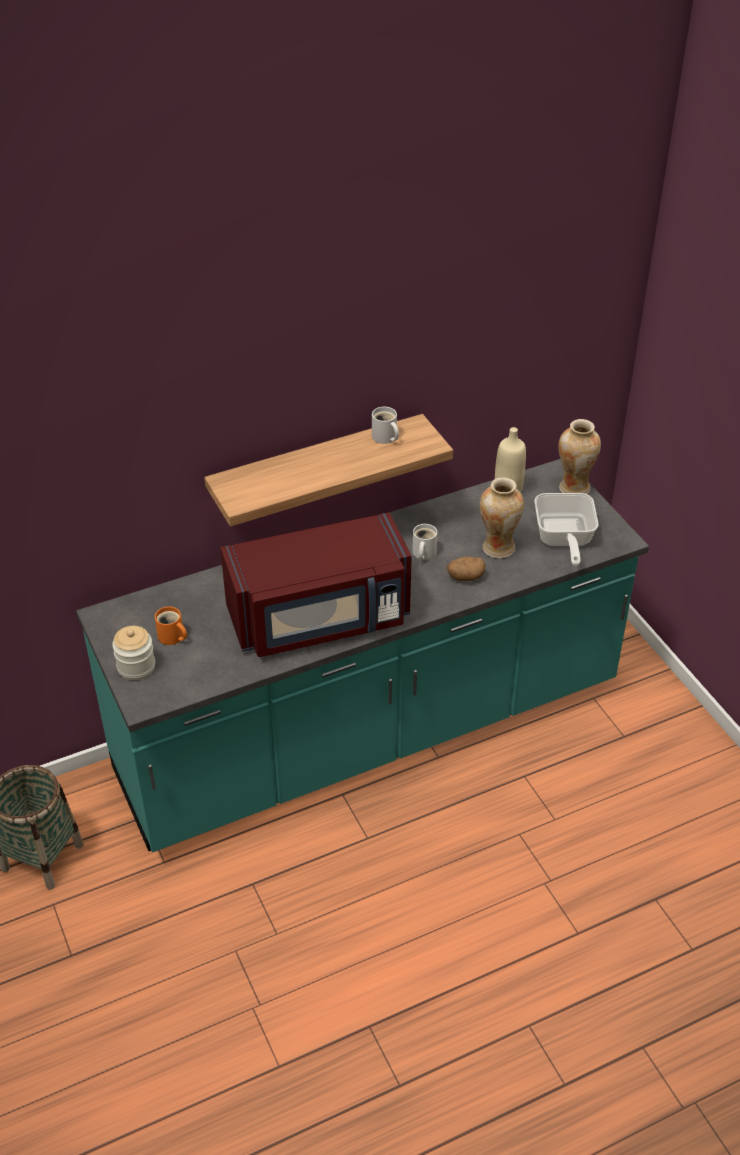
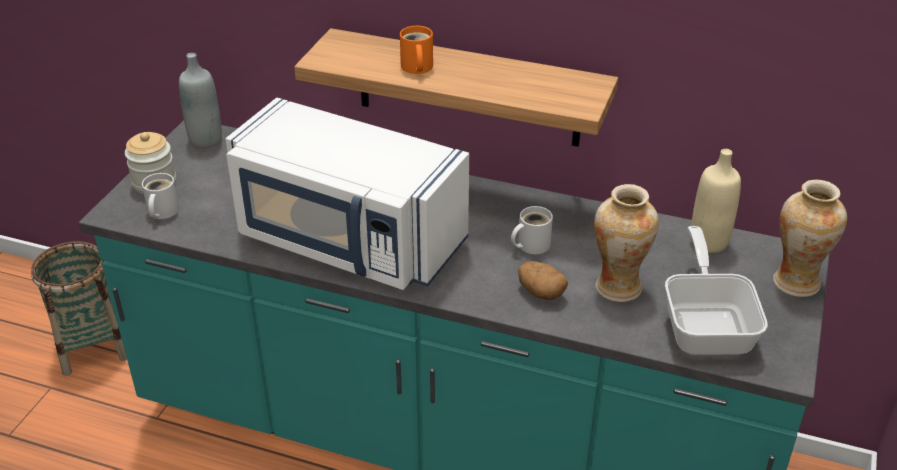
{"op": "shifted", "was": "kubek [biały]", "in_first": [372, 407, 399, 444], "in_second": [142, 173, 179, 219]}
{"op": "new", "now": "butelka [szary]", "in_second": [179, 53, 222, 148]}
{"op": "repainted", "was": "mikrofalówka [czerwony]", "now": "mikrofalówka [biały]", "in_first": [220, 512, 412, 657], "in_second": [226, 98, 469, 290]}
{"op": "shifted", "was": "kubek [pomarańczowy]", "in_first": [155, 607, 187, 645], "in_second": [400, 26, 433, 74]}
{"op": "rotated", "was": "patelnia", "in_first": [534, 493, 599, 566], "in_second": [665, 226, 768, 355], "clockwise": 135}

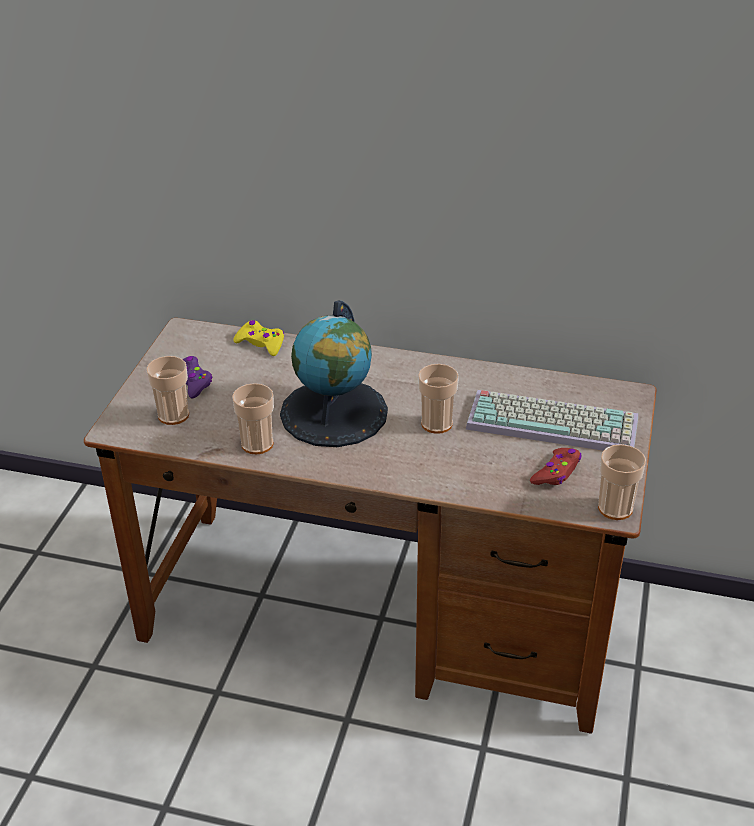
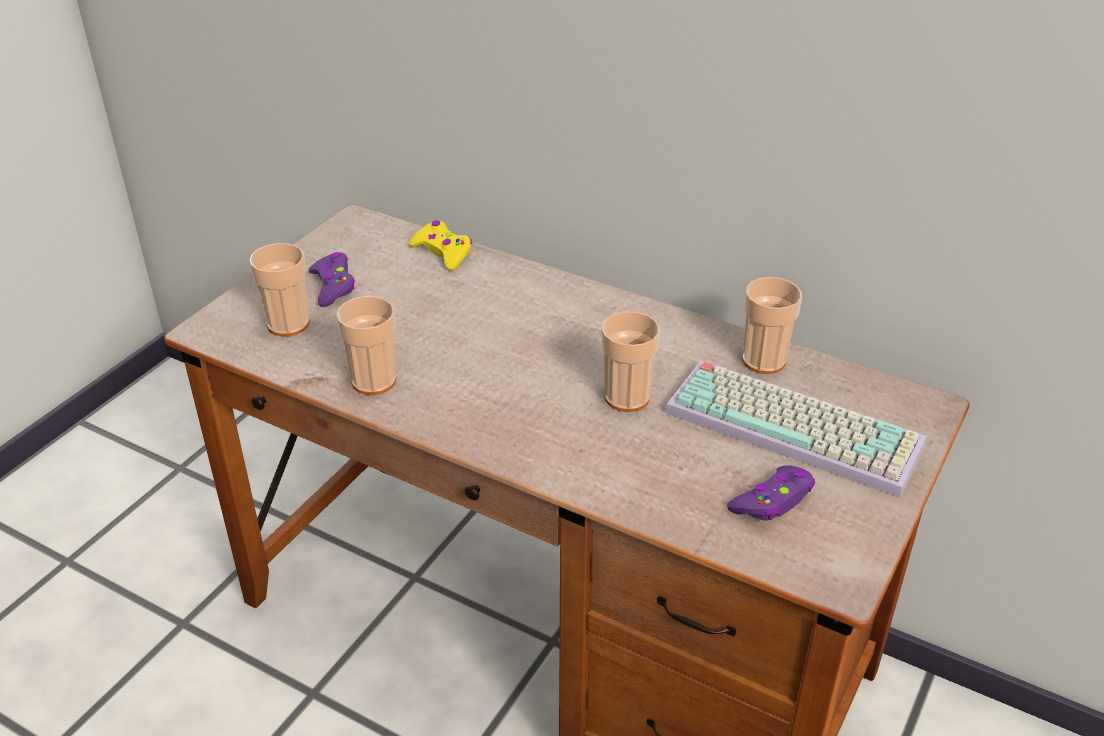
{"op": "repainted", "was": "pad do gier [czerwony]", "now": "pad do gier [fioletowy]", "in_first": [530, 448, 581, 485], "in_second": [727, 466, 815, 521]}
{"op": "shifted", "was": "filiżanka", "in_first": [598, 444, 646, 520], "in_second": [742, 277, 802, 374]}
{"op": "gone", "was": "globus", "in_first": [280, 300, 388, 447]}

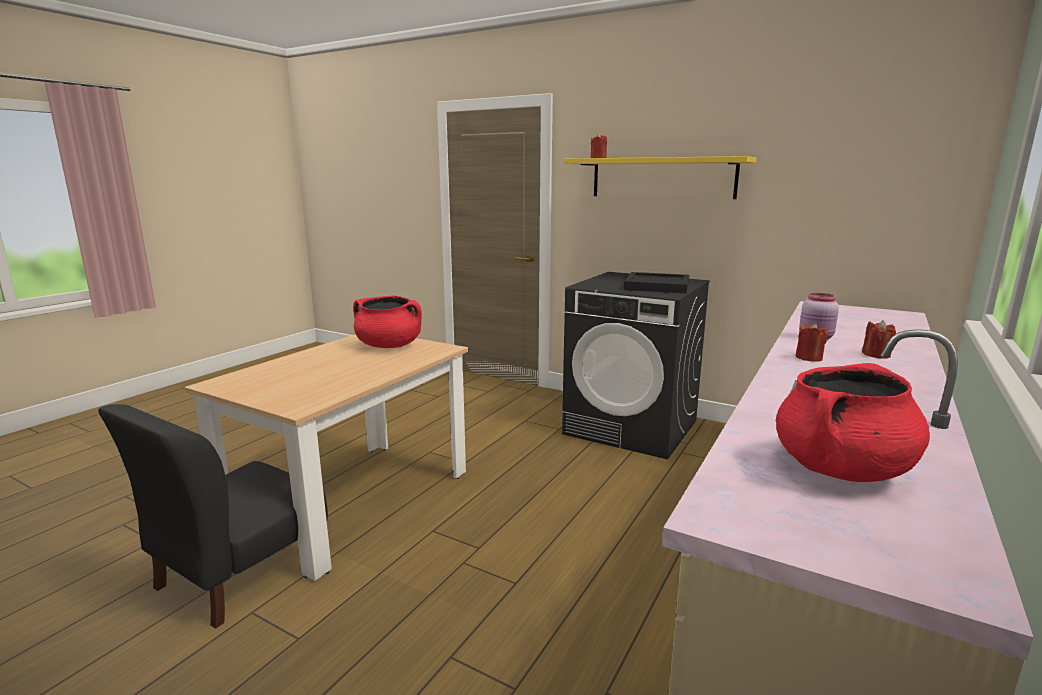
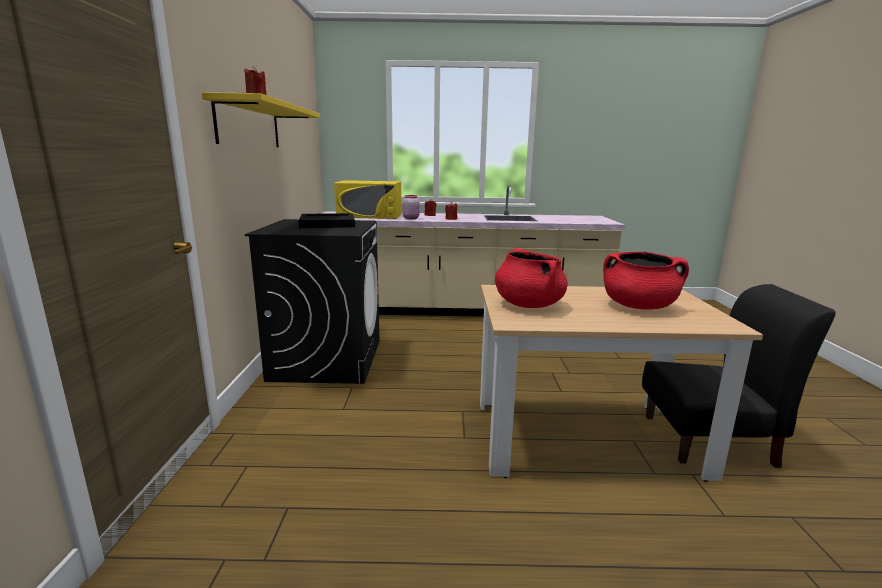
{"op": "new", "now": "mikrofalówka [żółty]", "in_second": [334, 180, 402, 219]}
{"op": "shifted", "was": "garnek [czerwony]", "in_first": [776, 363, 930, 482], "in_second": [603, 251, 689, 310]}

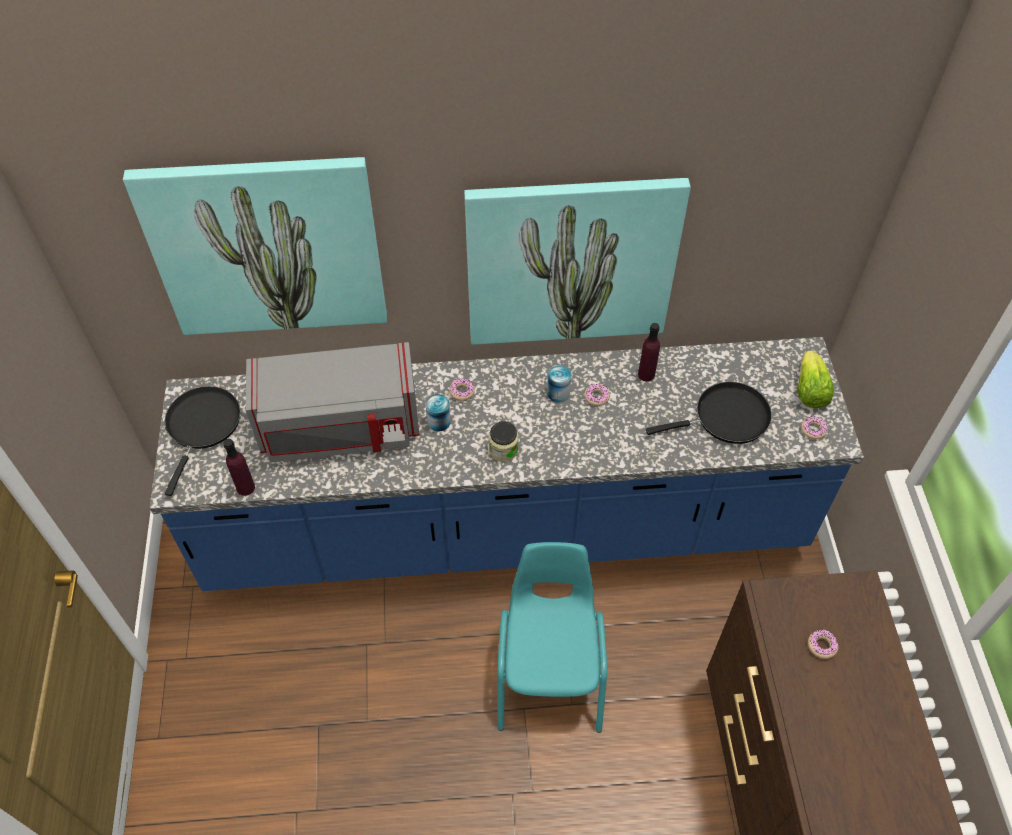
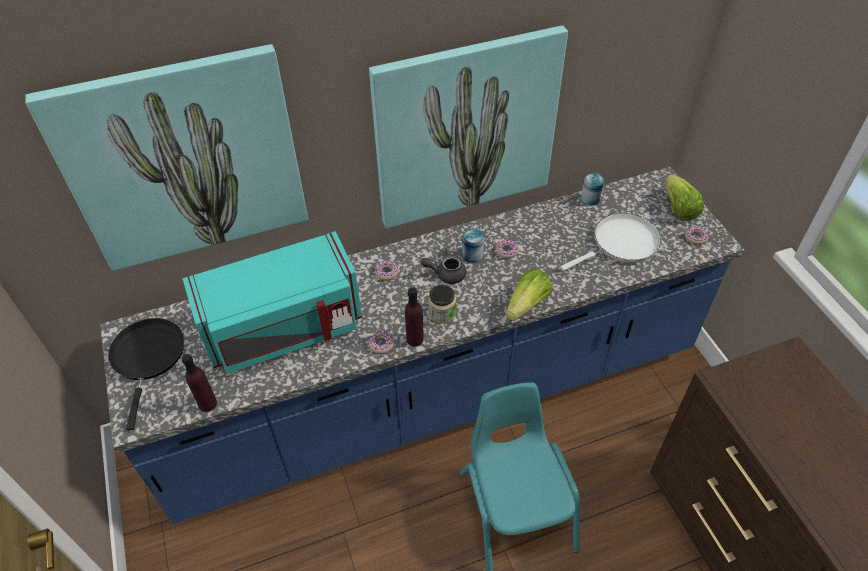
{"op": "repainted", "was": "mikrofalówka [szary]", "now": "mikrofalówka [turkusowy]", "in_first": [246, 342, 420, 462], "in_second": [183, 231, 362, 374]}
{"op": "shifted", "was": "donut", "in_first": [808, 630, 839, 659], "in_second": [369, 331, 394, 354]}
{"op": "shifted", "was": "butelka [fioletowy]", "in_first": [638, 323, 660, 382], "in_second": [405, 287, 424, 346]}
{"op": "new", "now": "imbryk [szary]", "in_second": [421, 248, 466, 284]}
{"op": "new", "now": "sałata", "in_second": [506, 269, 553, 321]}
{"op": "repainted", "was": "patelnia [czarny]", "now": "patelnia [biały]", "in_first": [646, 382, 772, 444], "in_second": [560, 213, 661, 271]}
{"op": "shifted", "was": "puszka", "in_first": [425, 394, 451, 431], "in_second": [581, 173, 604, 206]}

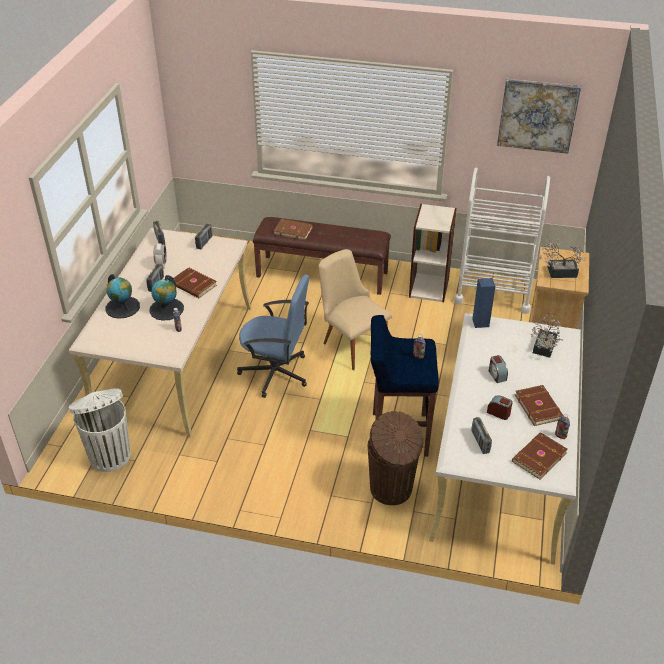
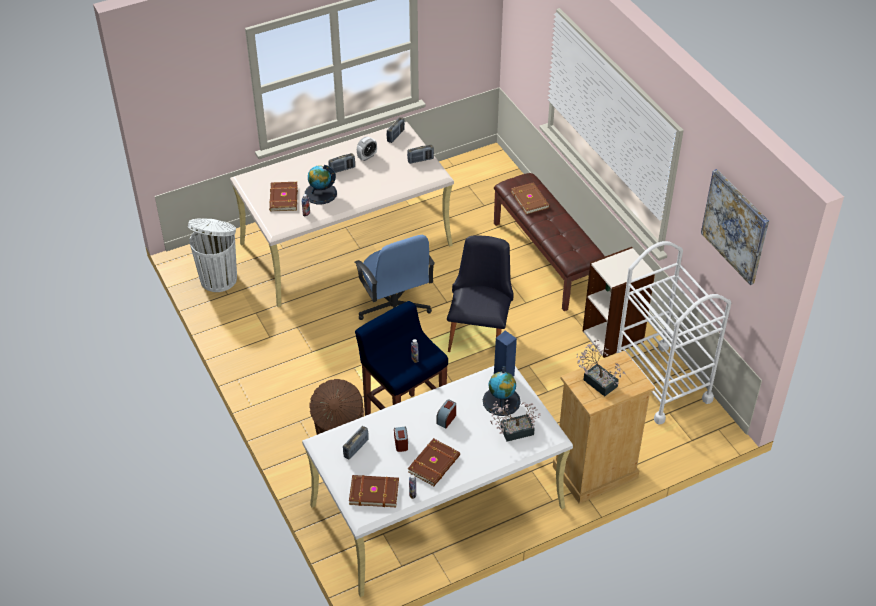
{"op": "shifted", "was": "książka [brązowy]", "in_first": [174, 267, 217, 298], "in_second": [269, 182, 298, 211]}
{"op": "repainted", "was": "krzesło [beżowy]", "now": "krzesło [czarny]", "in_first": [318, 249, 392, 370], "in_second": [447, 235, 514, 352]}
{"op": "shifted", "was": "globus", "in_first": [105, 274, 140, 319], "in_second": [483, 366, 521, 416]}

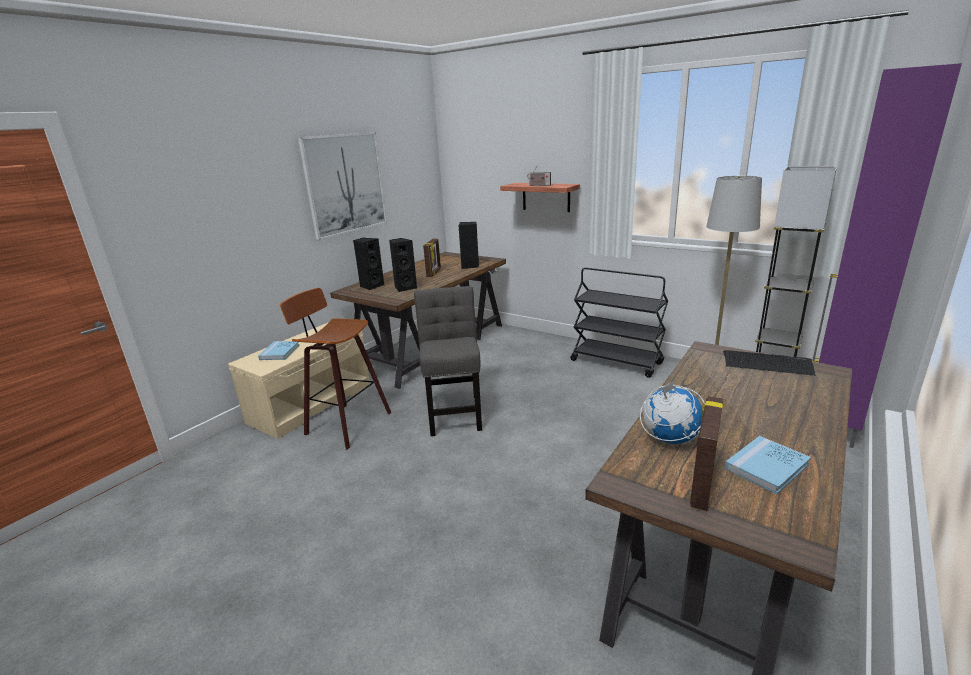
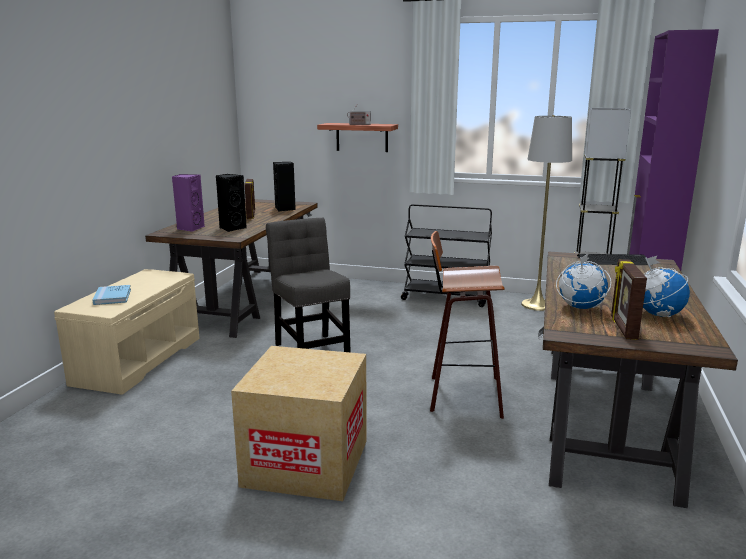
{"op": "repainted", "was": "głośnik [czarny]", "now": "głośnik [fioletowy]", "in_first": [353, 238, 384, 290], "in_second": [172, 174, 205, 232]}
{"op": "new", "now": "karton", "in_second": [231, 346, 367, 501]}
{"op": "shifted", "was": "stołek", "in_first": [280, 288, 391, 450], "in_second": [430, 231, 505, 419]}
{"op": "swapped", "was": "książka [niebieski]", "now": "globus", "in_first": [725, 436, 811, 494], "in_second": [643, 256, 690, 317]}
{"op": "gone", "was": "obraz", "in_first": [298, 132, 387, 240]}

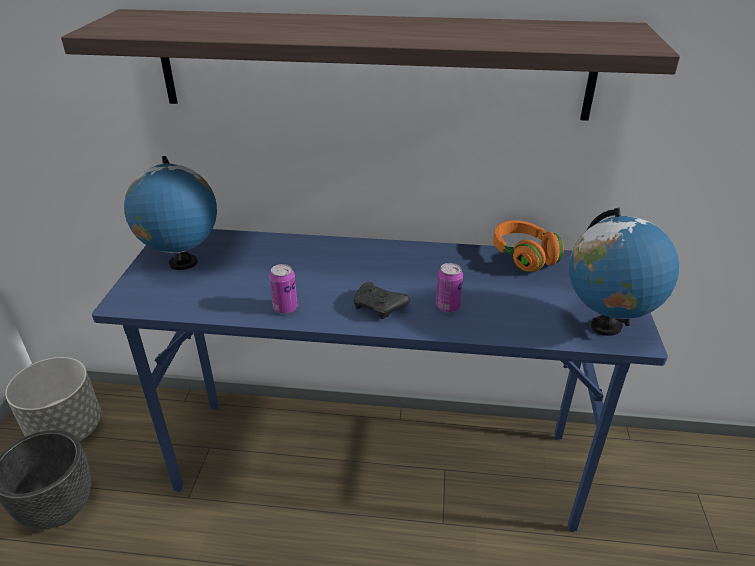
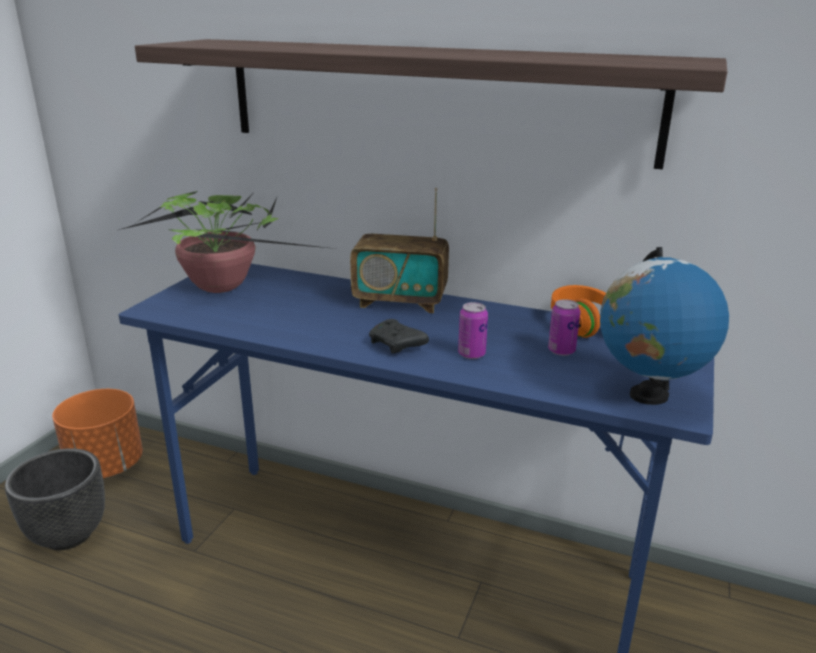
{"op": "repainted", "was": "donica [szary]", "now": "donica [pomarańczowy]", "in_first": [5, 357, 101, 442], "in_second": [52, 389, 143, 478]}
{"op": "swapped", "was": "globus", "now": "roślina doniczkowa", "in_first": [124, 156, 217, 270], "in_second": [119, 191, 335, 293]}
{"op": "new", "now": "radio", "in_second": [350, 188, 449, 313]}
{"op": "shifted", "was": "puszka", "in_first": [269, 264, 298, 314], "in_second": [548, 299, 580, 356]}

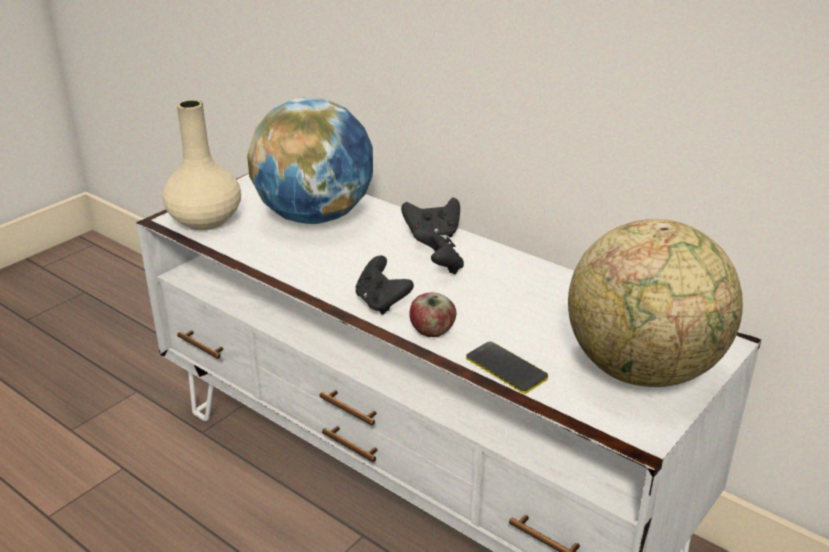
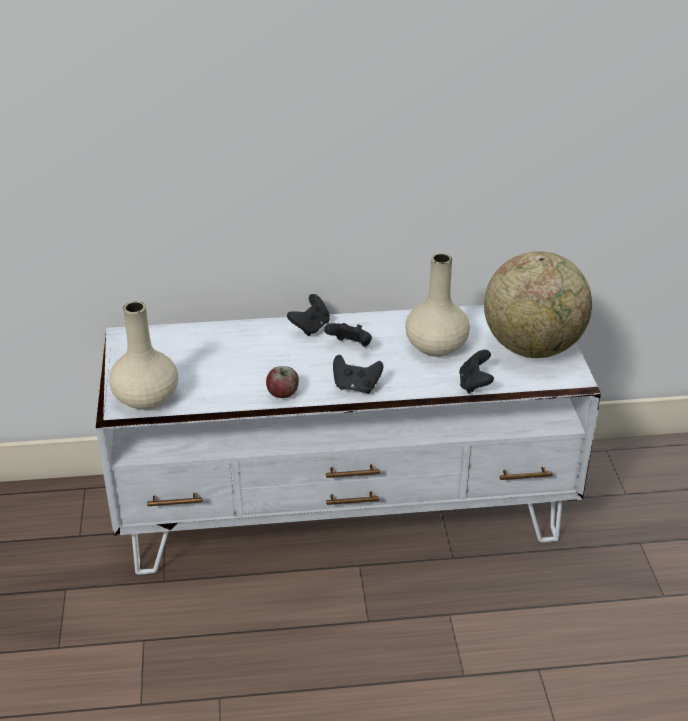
{"op": "shifted", "was": "jabłko", "in_first": [409, 292, 456, 337], "in_second": [266, 366, 299, 398]}
{"op": "new", "now": "wazon [beżowy]", "in_second": [405, 253, 470, 357]}
{"op": "swapped", "was": "telefon", "now": "pad do gier [czarny]", "in_first": [466, 341, 548, 394], "in_second": [459, 350, 494, 393]}
{"op": "gone", "was": "globus", "in_first": [247, 97, 373, 224]}

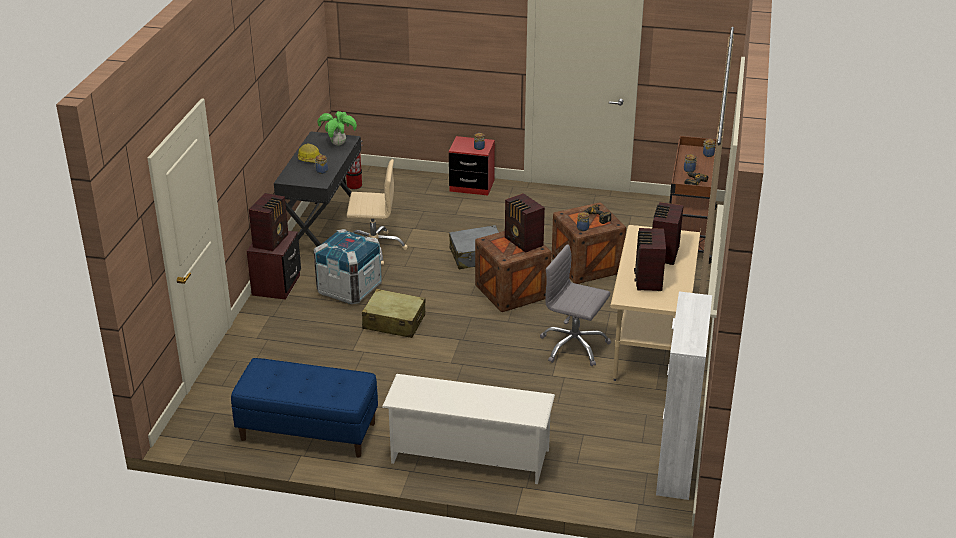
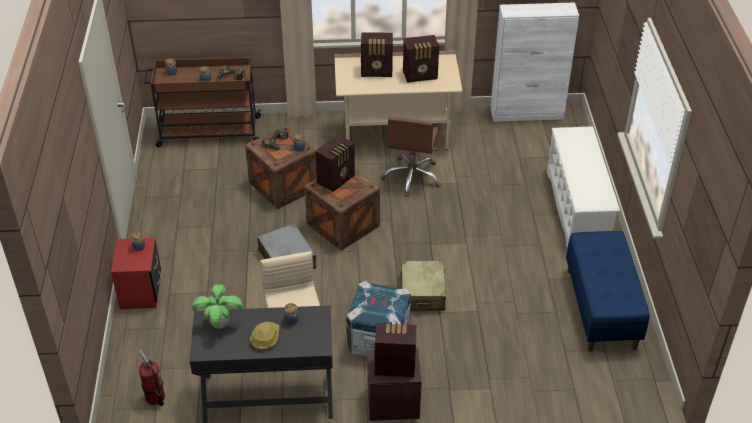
{"op": "repainted", "was": "krzesło biurowe [szary]", "now": "krzesło biurowe [brązowy]", "in_first": [540, 244, 611, 366], "in_second": [381, 117, 441, 197]}

